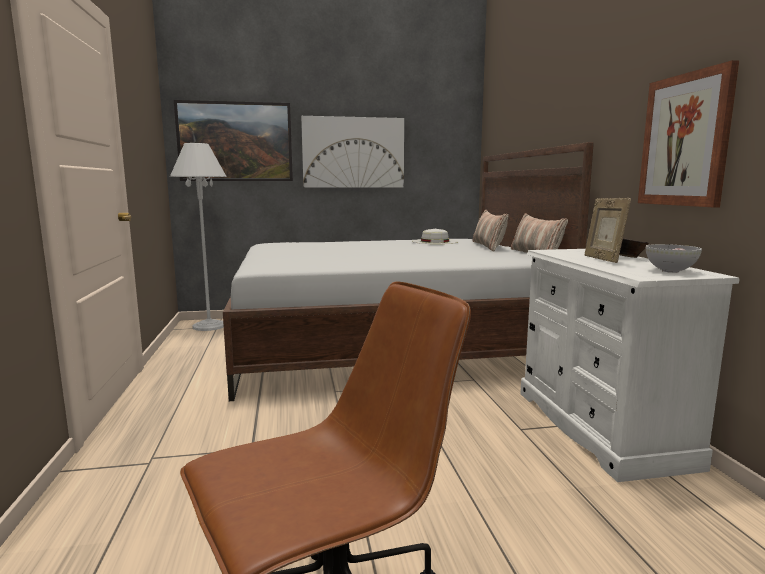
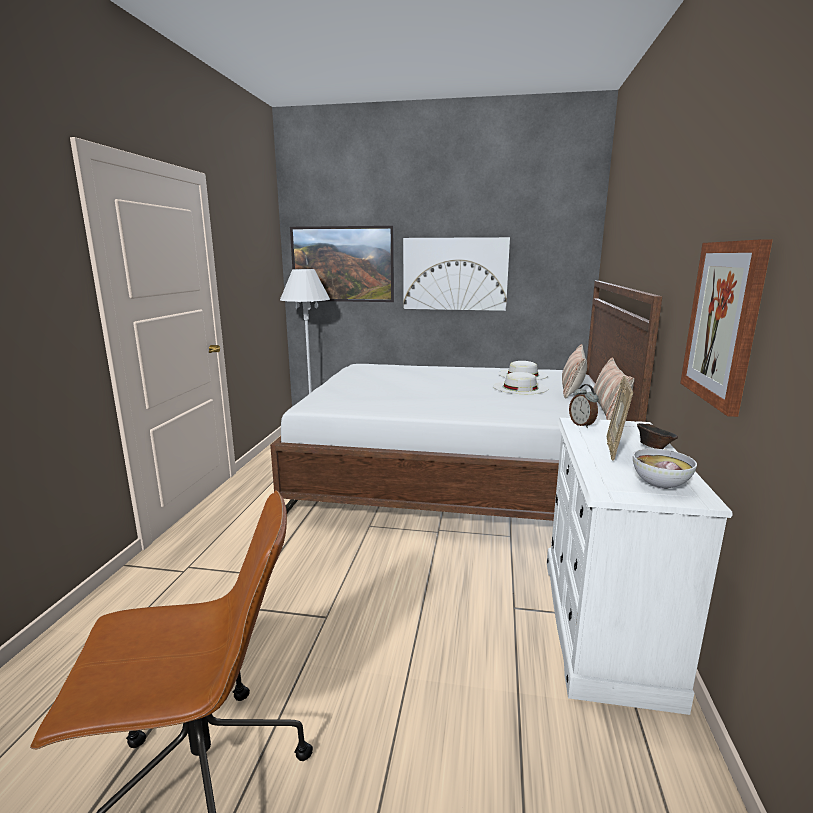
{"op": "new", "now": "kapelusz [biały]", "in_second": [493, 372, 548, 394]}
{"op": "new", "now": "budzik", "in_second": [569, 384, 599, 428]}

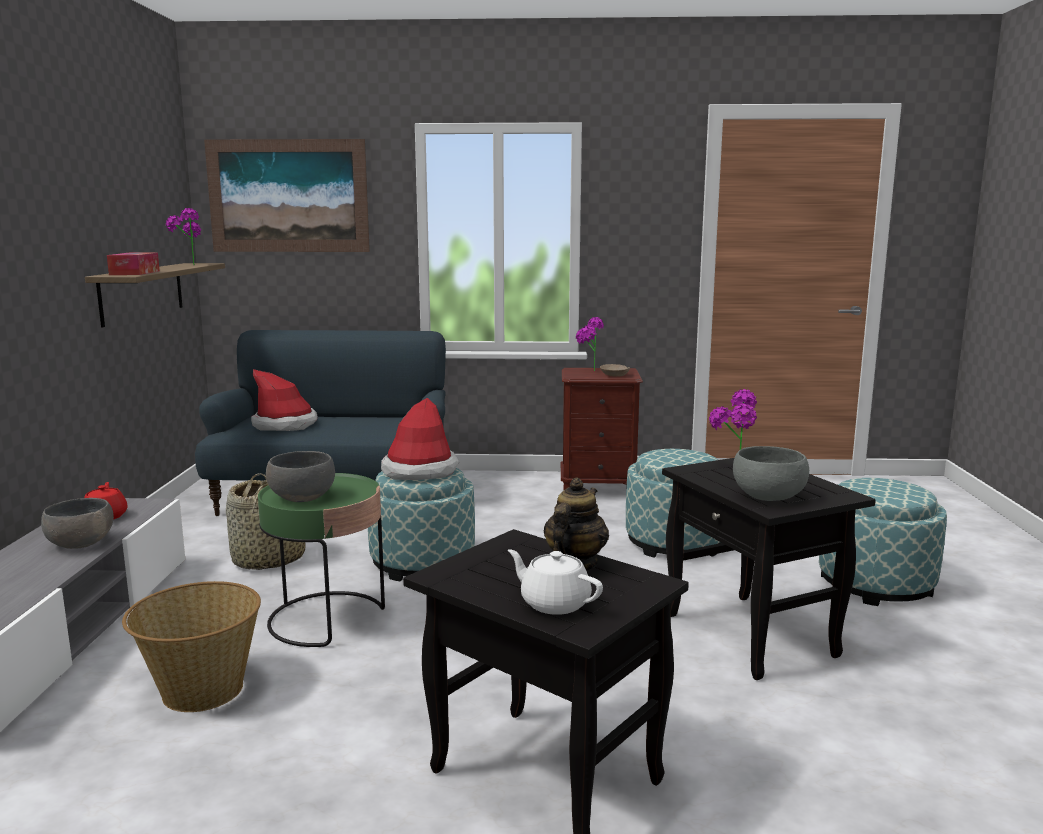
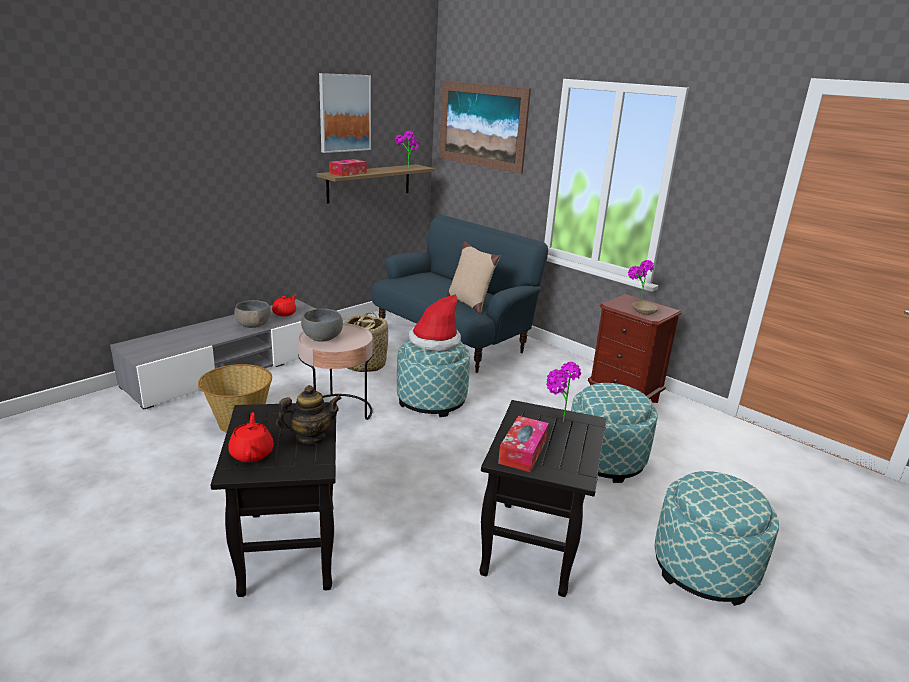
{"op": "repainted", "was": "imbryk [biały]", "now": "imbryk [czerwony]", "in_first": [507, 549, 603, 615], "in_second": [228, 412, 274, 462]}
{"op": "repainted", "was": "stolik [zielony]", "now": "stolik [różowy]", "in_first": [258, 473, 385, 648], "in_second": [298, 323, 373, 420]}
{"op": "new", "now": "obraz", "in_second": [319, 73, 371, 153]}
{"op": "new", "now": "poduszka [beżowy]", "in_second": [447, 242, 500, 314]}
{"op": "swapped", "was": "miska [szary]", "now": "pudełko chusteczek", "in_first": [733, 446, 809, 501], "in_second": [498, 416, 549, 472]}
{"op": "gone", "was": "kapelusz", "in_first": [251, 369, 317, 431]}

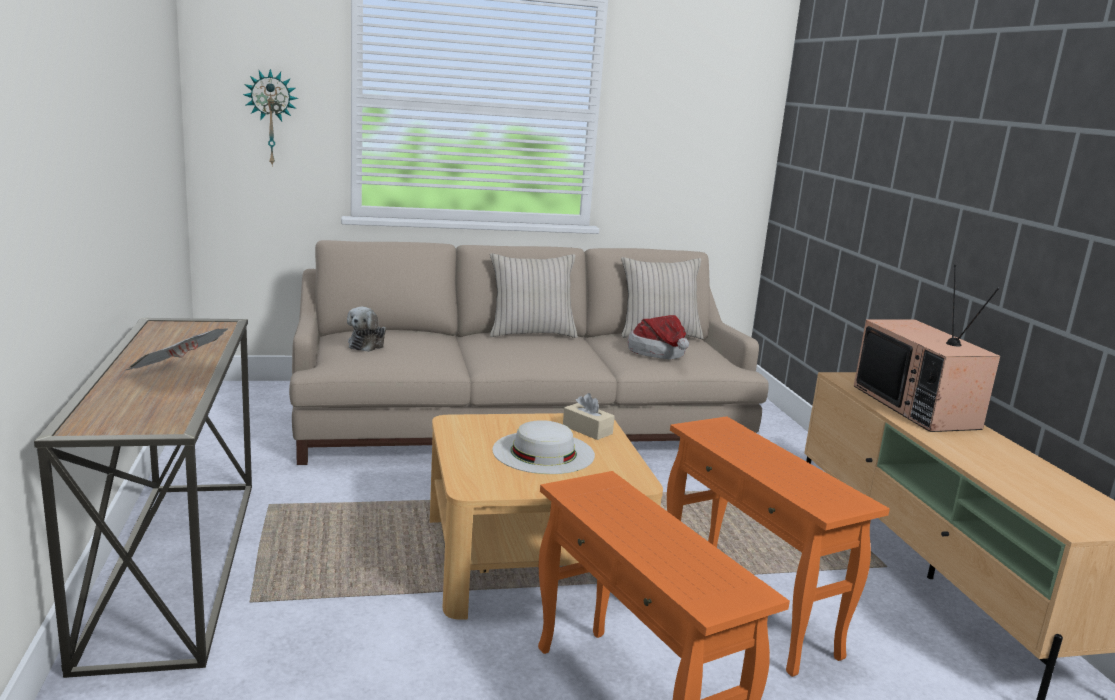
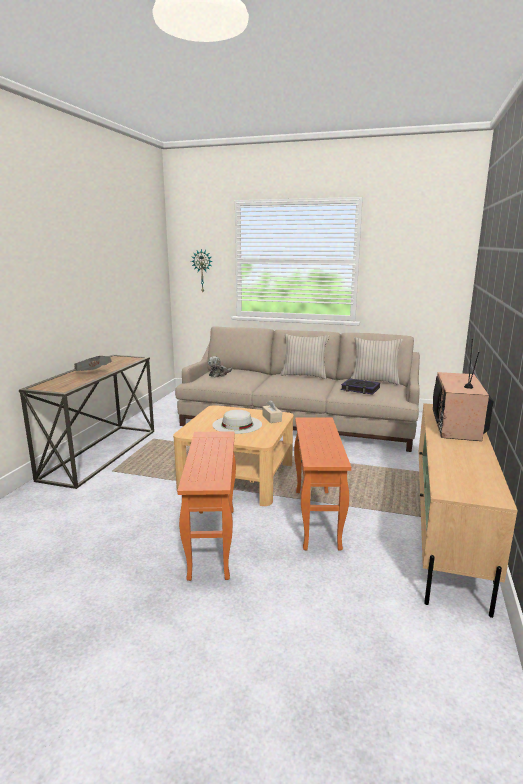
{"op": "swapped", "was": "kapelusz", "now": "książka", "in_first": [628, 315, 689, 359], "in_second": [341, 378, 380, 395]}

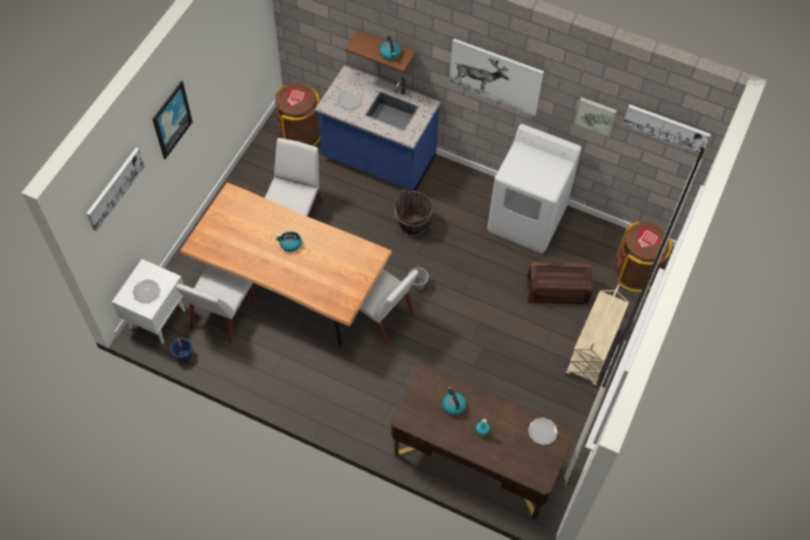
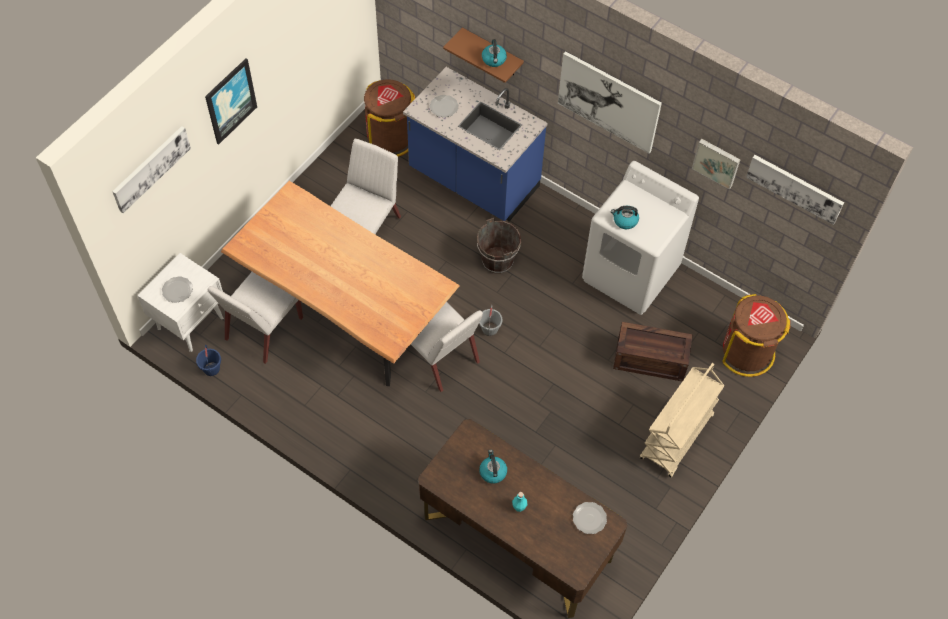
{"op": "shifted", "was": "czajnik", "in_first": [276, 231, 302, 252], "in_second": [611, 206, 639, 229]}

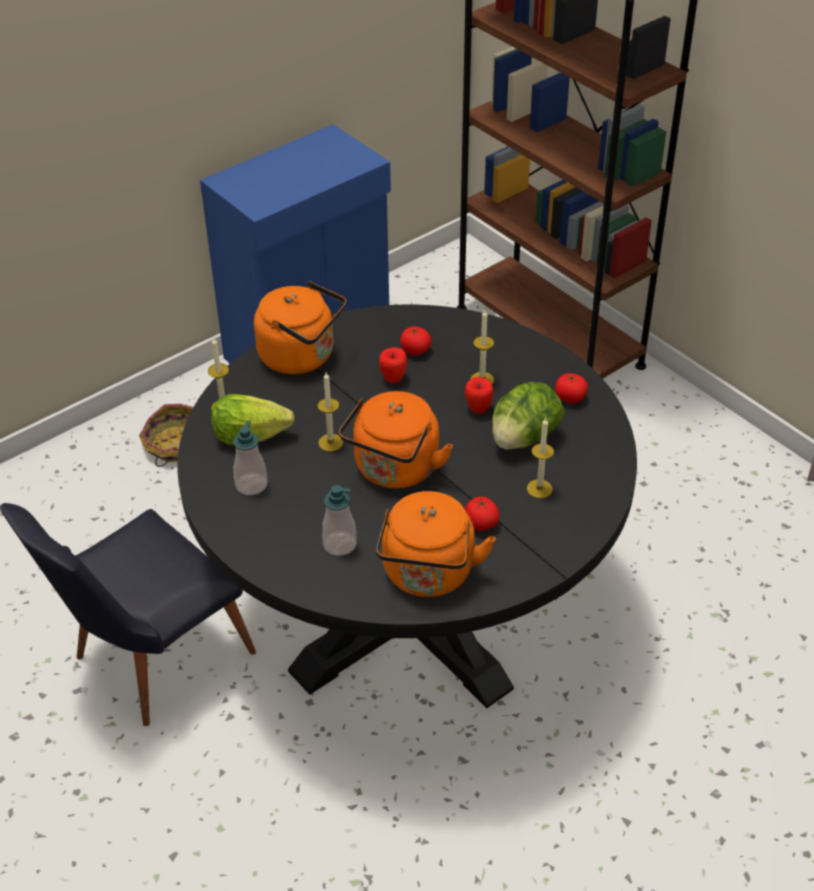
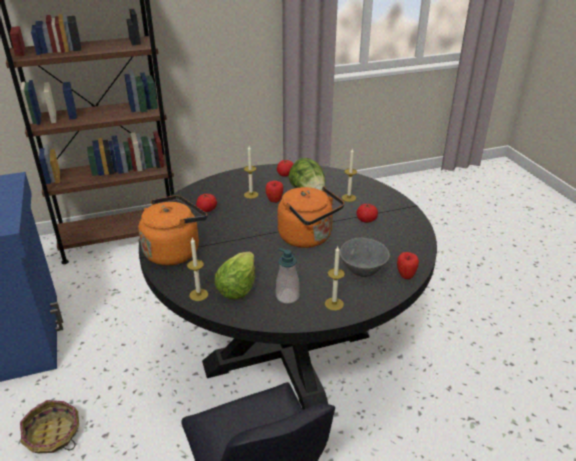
{"op": "shifted", "was": "świeca", "in_first": [317, 372, 343, 452], "in_second": [325, 246, 344, 311]}
{"op": "swapped", "was": "dozownik mydła", "now": "miska [szary]", "in_first": [322, 485, 357, 556], "in_second": [340, 238, 390, 277]}
{"op": "shifted", "was": "jabłko", "in_first": [379, 347, 407, 384], "in_second": [397, 252, 419, 279]}
{"op": "gone", "was": "czajnik [pomarańczowy]", "in_first": [376, 491, 495, 597]}

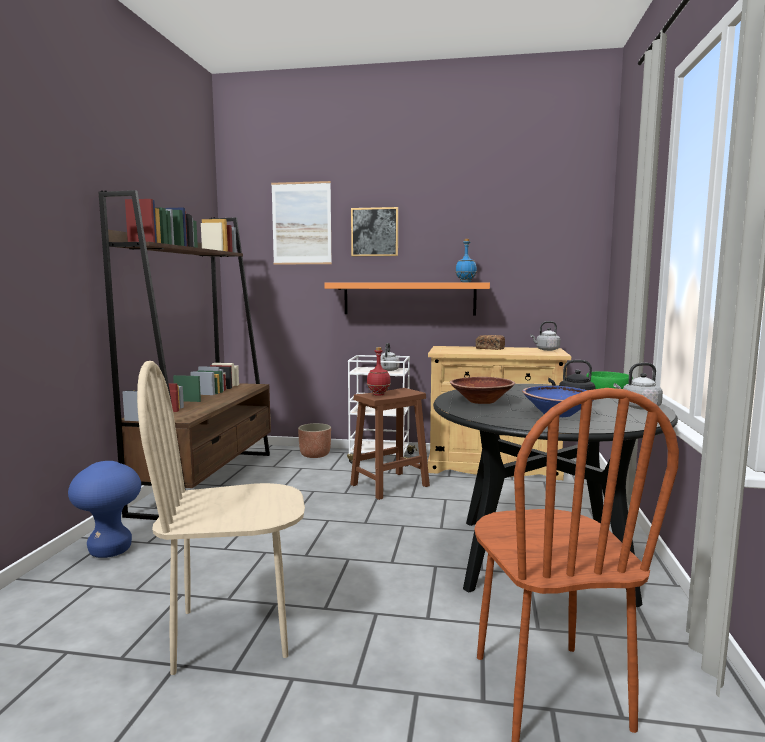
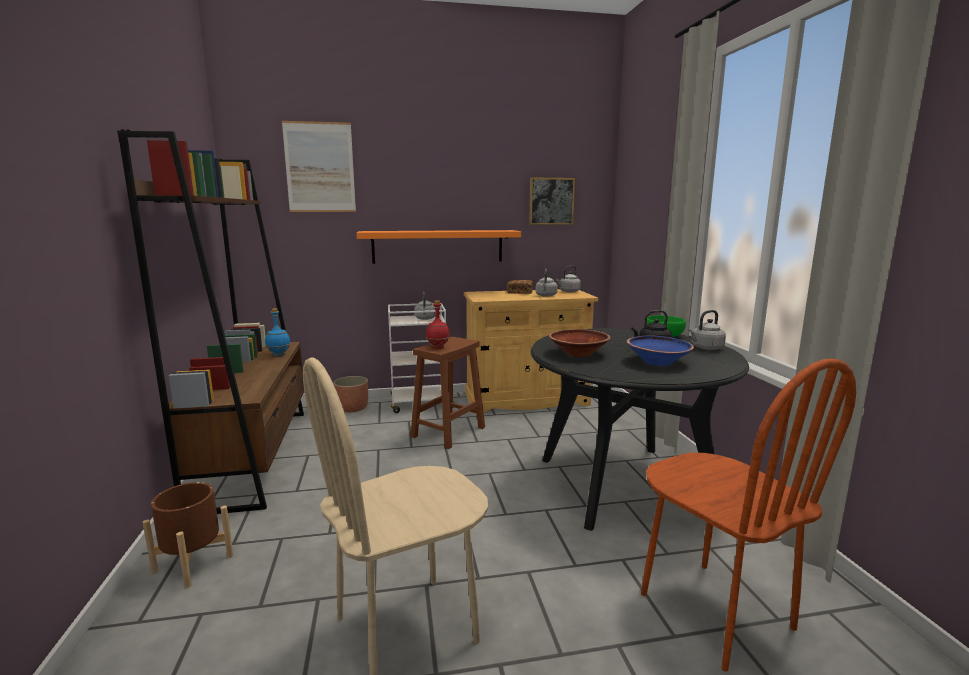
{"op": "swapped", "was": "stołek [niebieski]", "now": "donica [brązowy]", "in_first": [68, 461, 141, 558], "in_second": [143, 482, 233, 588]}
{"op": "shifted", "was": "butelka [niebieski]", "in_first": [456, 239, 477, 282], "in_second": [265, 308, 290, 356]}
{"op": "shifted", "was": "obraz", "in_first": [351, 207, 398, 256], "in_second": [529, 177, 575, 225]}
{"op": "new", "now": "czajnik [szary]", "in_second": [536, 268, 558, 297]}

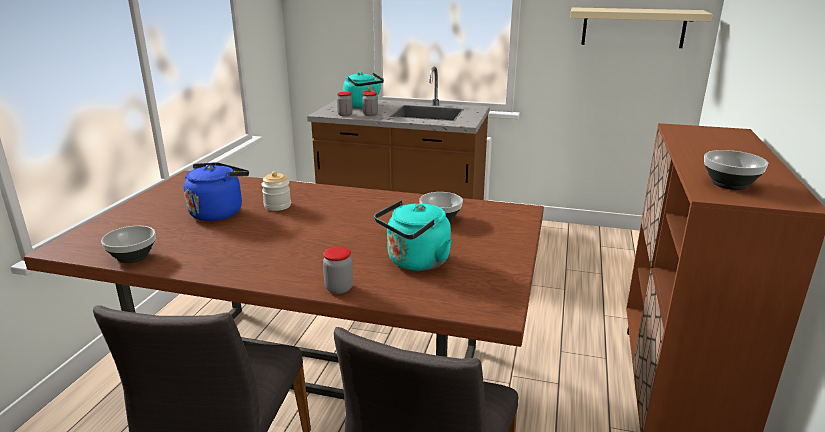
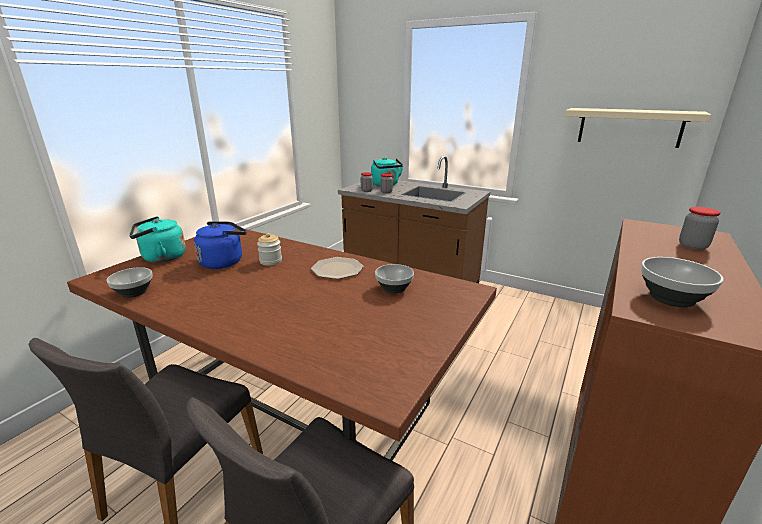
{"op": "shifted", "was": "czajnik [turkusowy]", "in_first": [374, 200, 452, 271], "in_second": [129, 216, 186, 263]}
{"op": "new", "now": "talerz", "in_second": [311, 257, 364, 279]}
{"op": "shifted", "was": "słoik", "in_first": [323, 247, 353, 294], "in_second": [679, 207, 721, 250]}

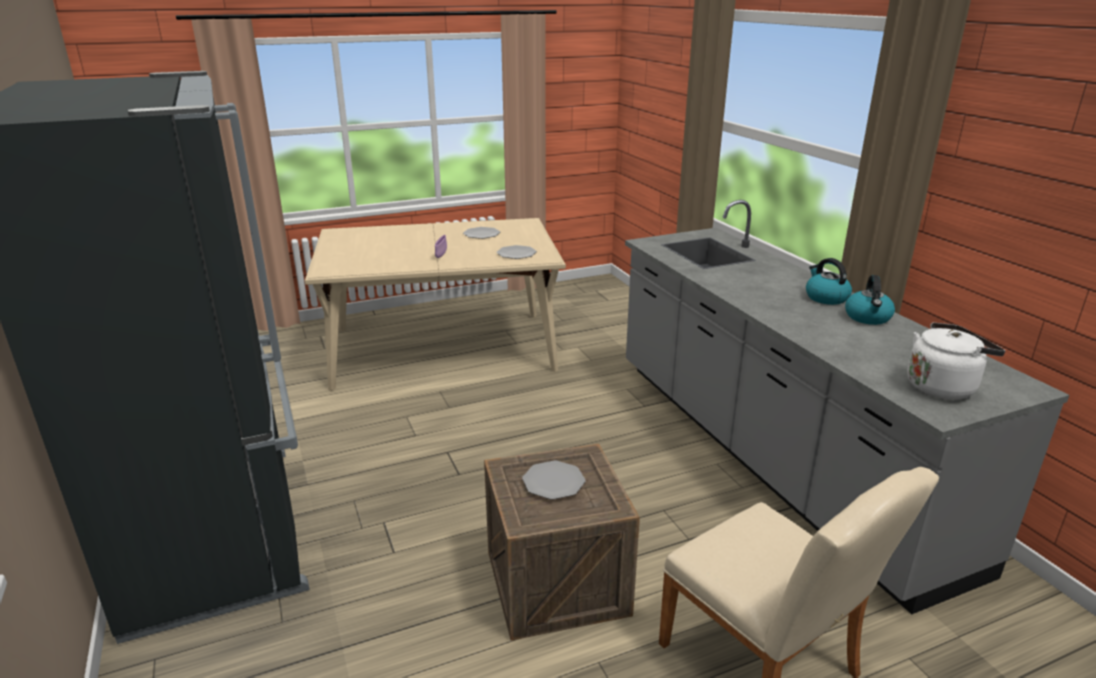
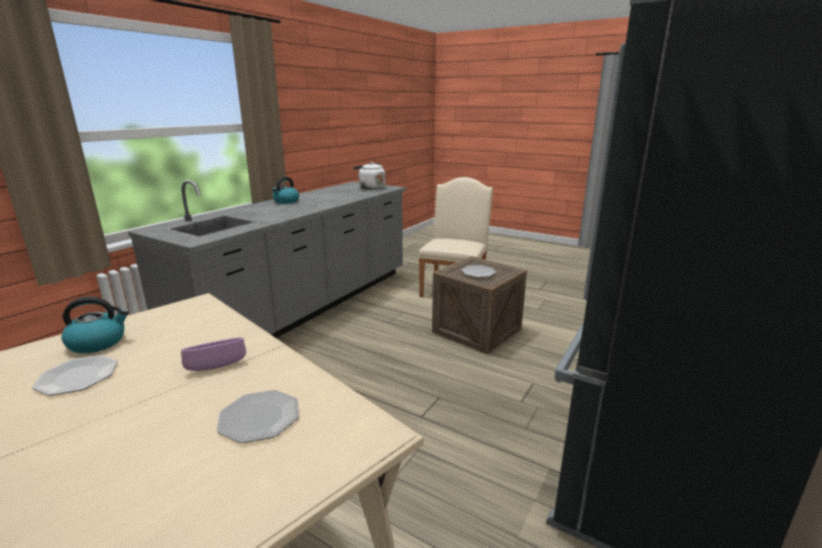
{"op": "shifted", "was": "czajnik", "in_first": [845, 275, 895, 325], "in_second": [61, 297, 129, 353]}
{"op": "shifted", "was": "talerz", "in_first": [497, 245, 537, 259], "in_second": [217, 390, 299, 443]}

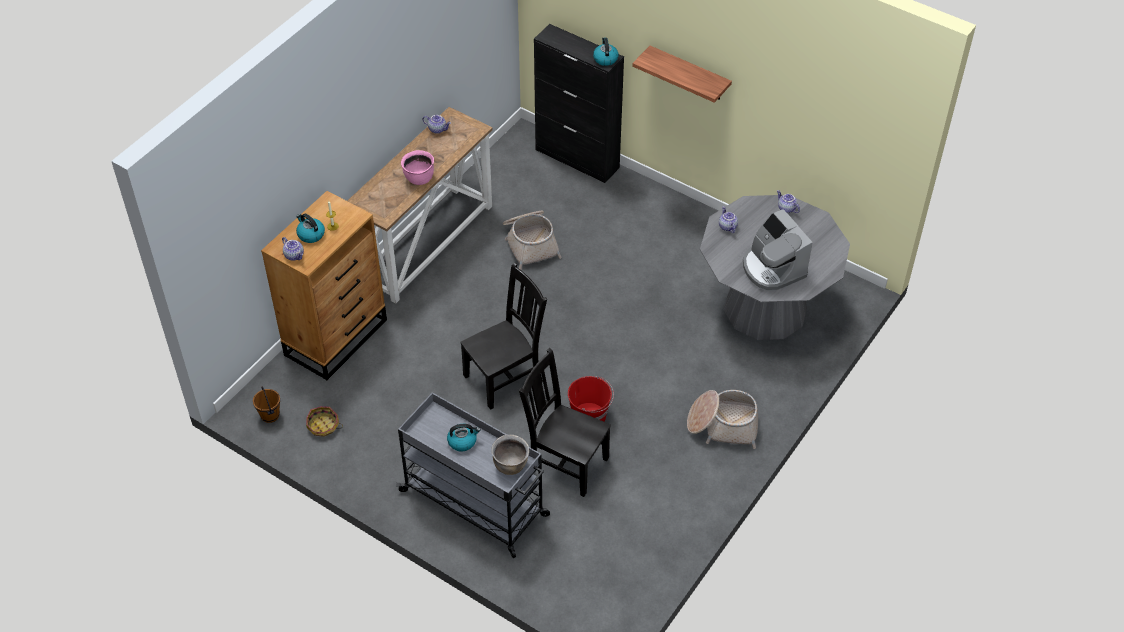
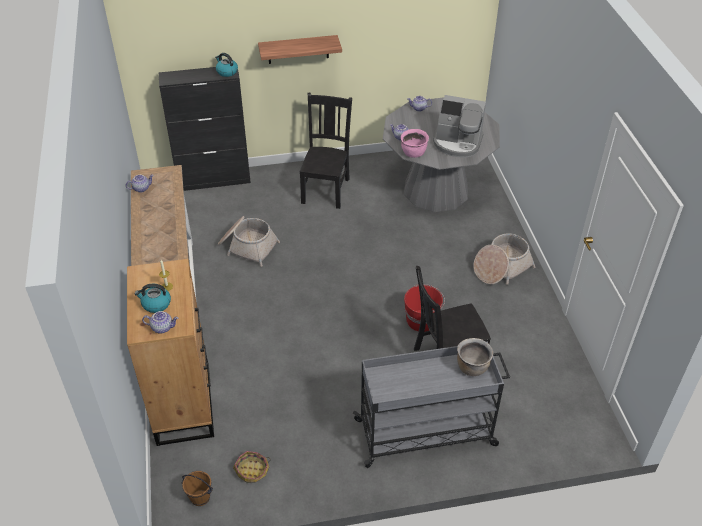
{"op": "shifted", "was": "krzesło [czarny]", "in_first": [460, 262, 547, 410], "in_second": [299, 93, 352, 209]}
{"op": "shifted", "was": "garnek [różowy]", "in_first": [401, 150, 434, 185], "in_second": [401, 129, 429, 158]}
{"op": "gone", "was": "czajnik", "in_first": [447, 424, 481, 452]}

